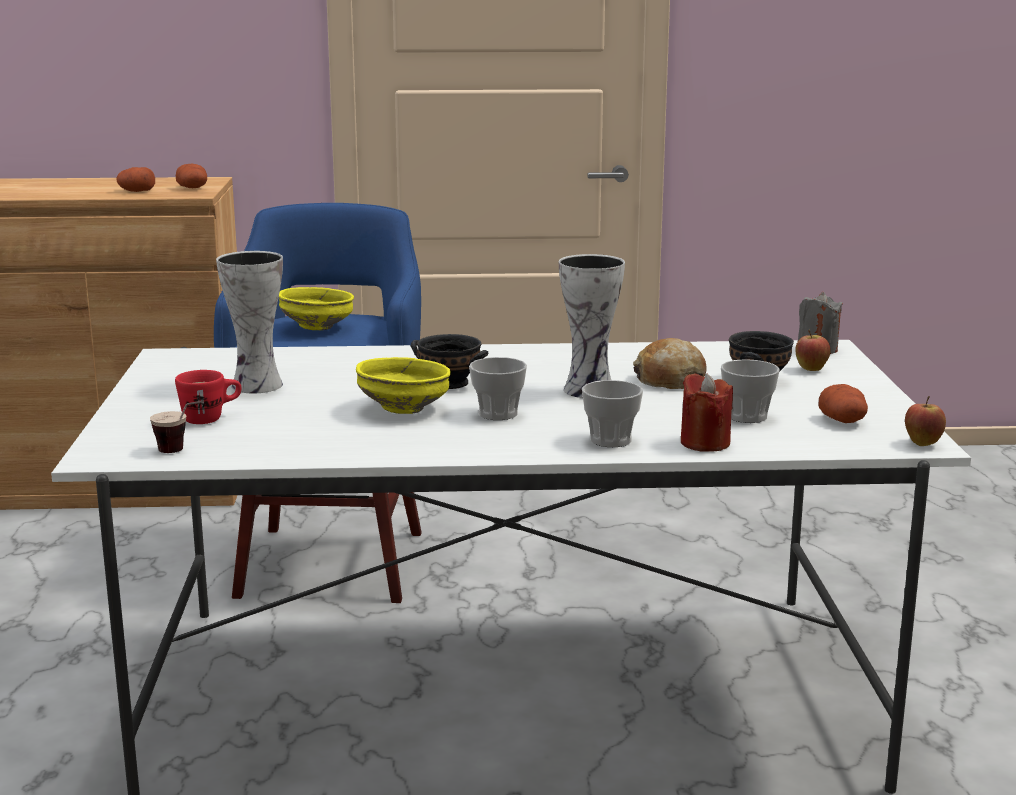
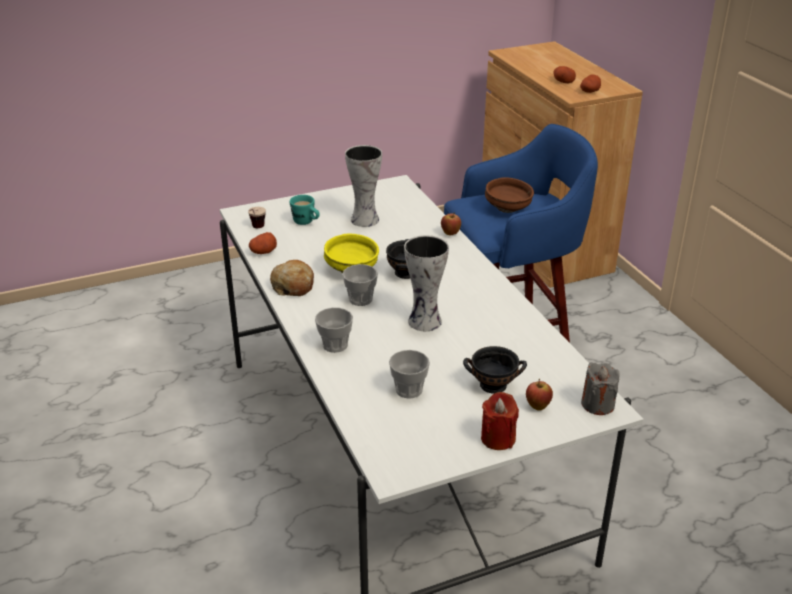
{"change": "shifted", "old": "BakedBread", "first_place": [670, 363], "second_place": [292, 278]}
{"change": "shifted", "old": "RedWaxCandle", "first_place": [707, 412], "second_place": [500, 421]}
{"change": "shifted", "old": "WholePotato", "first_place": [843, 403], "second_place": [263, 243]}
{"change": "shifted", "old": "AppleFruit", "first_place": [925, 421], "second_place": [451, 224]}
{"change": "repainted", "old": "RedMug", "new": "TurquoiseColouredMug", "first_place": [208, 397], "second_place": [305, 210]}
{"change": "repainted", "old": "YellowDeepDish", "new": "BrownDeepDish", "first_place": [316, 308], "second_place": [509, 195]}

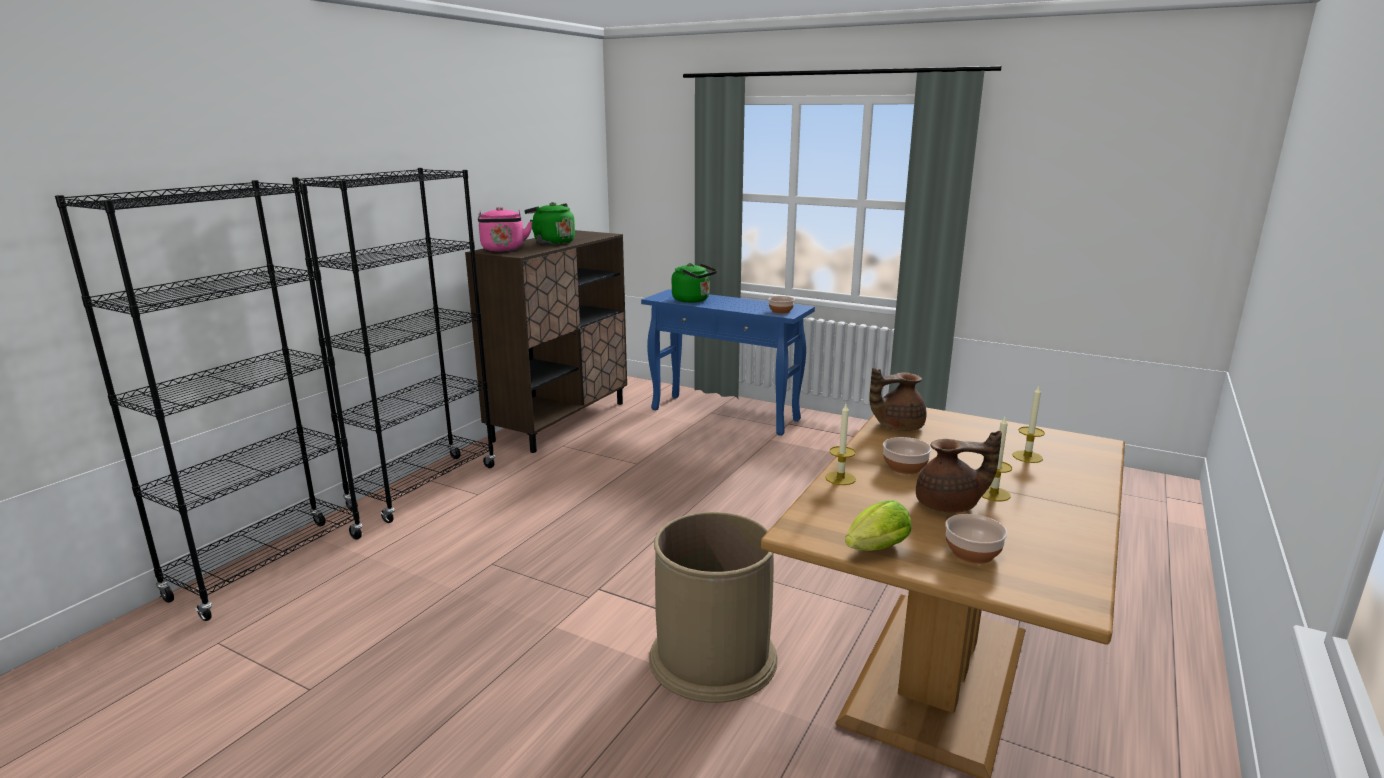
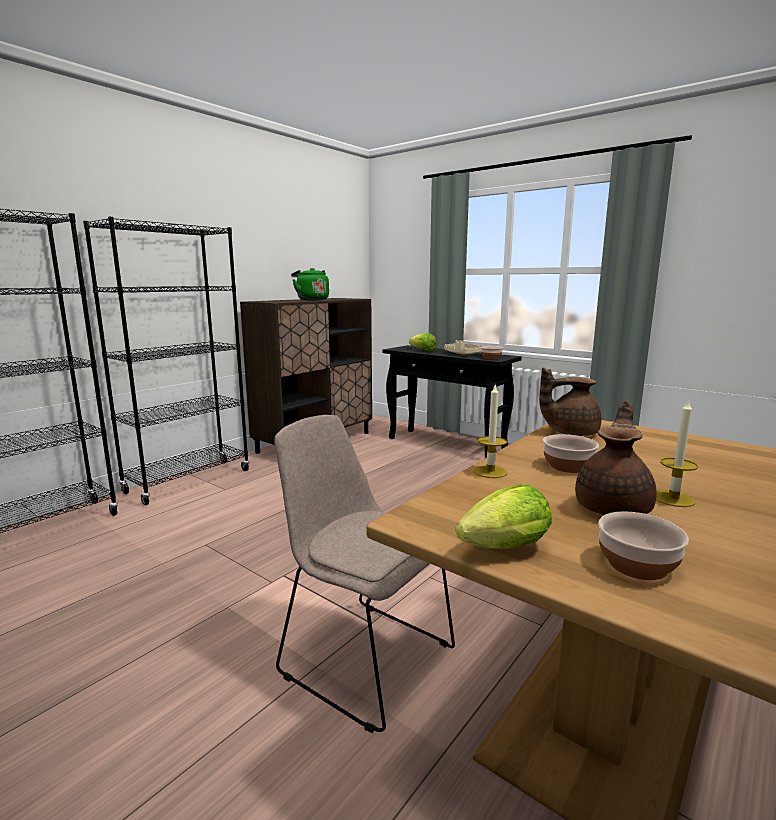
{"change": "gone", "old": "PinkishKettle", "first_place": [505, 229]}
{"change": "gone", "old": "WaxCandle", "first_place": [1028, 424]}
{"change": "new", "new": "SandColouredTray", "second_place": [463, 347]}
{"change": "swapped", "old": "BrownTrashCan", "new": "SandColouredPlainChair", "first_place": [713, 607], "second_place": [364, 574]}
{"change": "swapped", "old": "GreenKettle", "new": "LettuceHead", "first_place": [694, 283], "second_place": [423, 342]}
{"change": "repainted", "old": "BlueConsoleTable", "new": "BlackishConsoleTable", "first_place": [728, 362], "second_place": [452, 401]}
{"change": "rotated", "old": "BrownPotForTea", "first_place": [959, 472], "second_place": [616, 457], "degrees": -75}

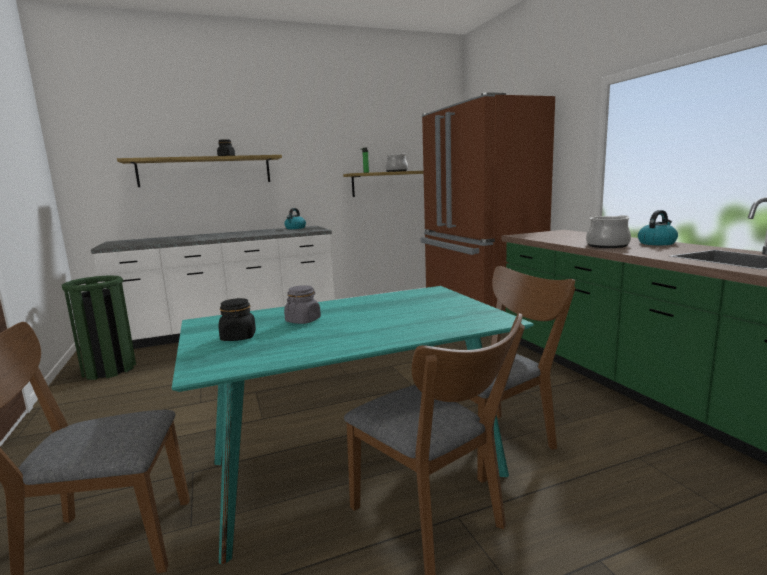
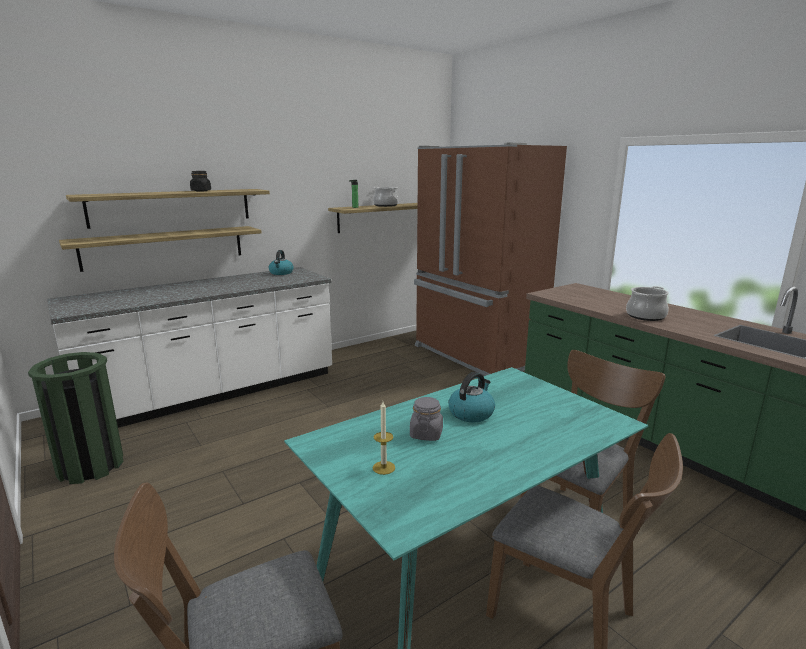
{"change": "new", "new": "Shelf", "second_place": [160, 249]}
{"change": "shifted", "old": "Kettle", "first_place": [658, 227], "second_place": [471, 397]}
{"change": "swapped", "old": "BlackishPreserveJar", "new": "WaxCandle", "first_place": [237, 319], "second_place": [383, 438]}

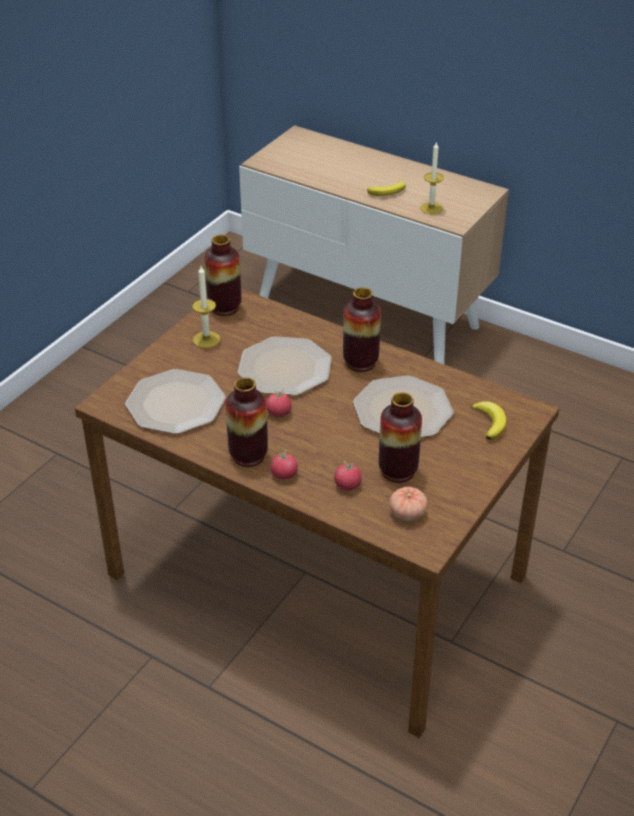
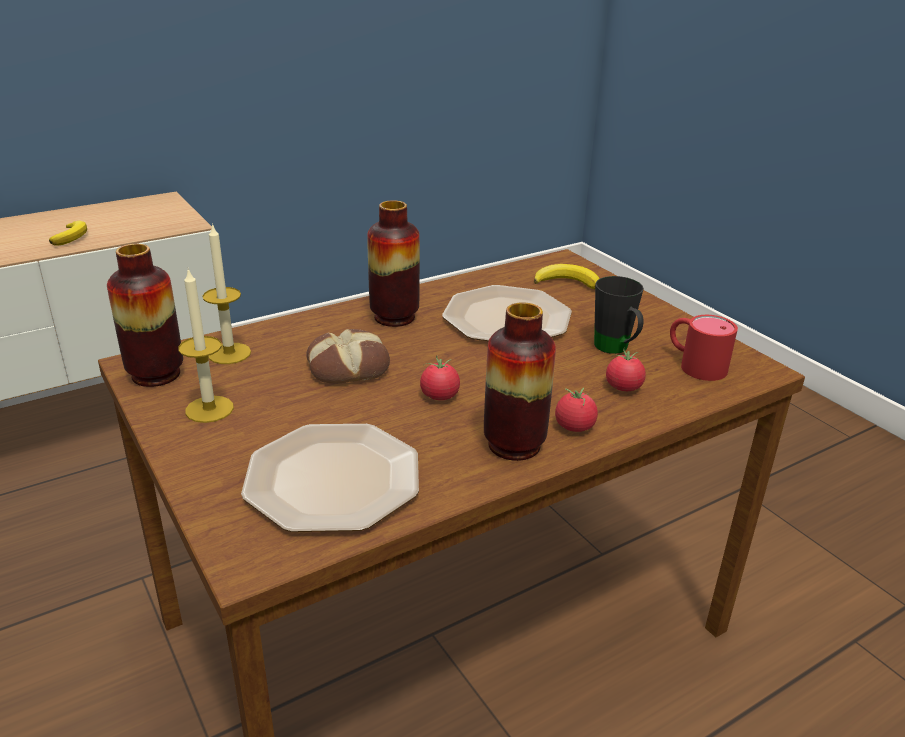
{"change": "shifted", "old": "WaxCandle", "first_place": [432, 177], "second_place": [226, 293]}
{"change": "swapped", "old": "Plate", "new": "BakedBread", "first_place": [285, 365], "second_place": [348, 356]}
{"change": "swapped", "old": "Vase", "new": "BlackishMug", "first_place": [400, 437], "second_place": [619, 315]}
{"change": "swapped", "old": "FreshTomato", "new": "RedMug", "first_place": [408, 504], "second_place": [704, 348]}

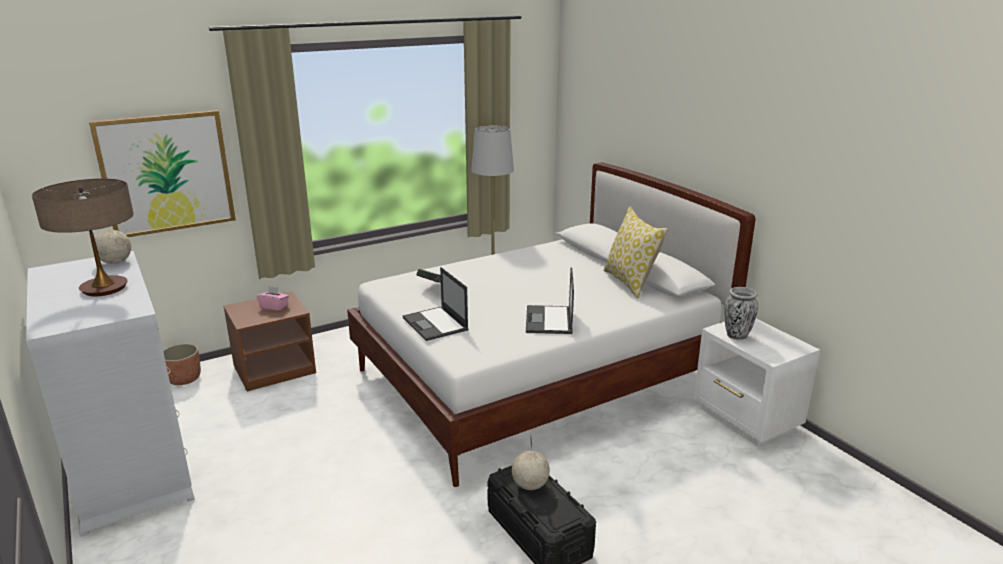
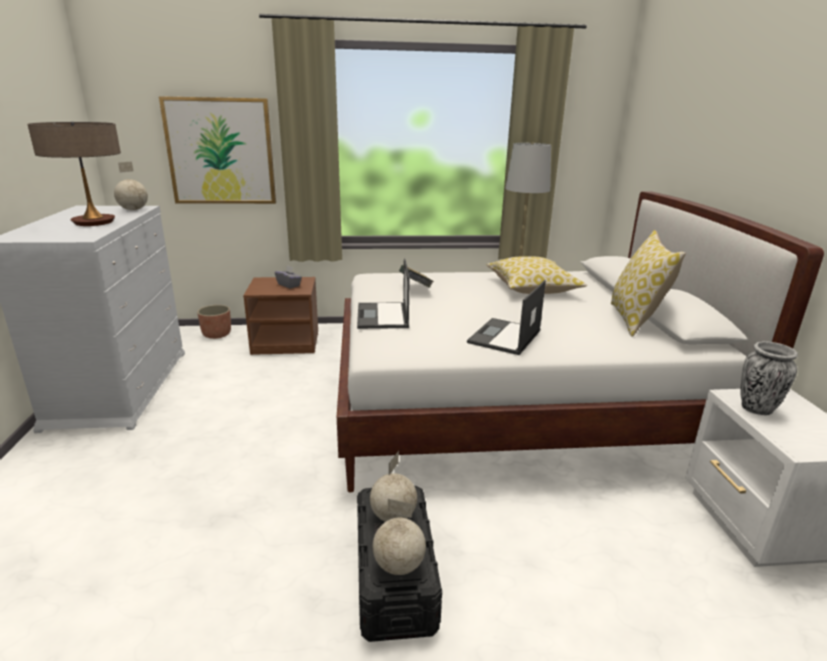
{"change": "new", "new": "WorldGlobe", "second_place": [399, 537]}
{"change": "new", "new": "ThrowPillow", "second_place": [536, 275]}
{"change": "repainted", "old": "PinkishTissueBox", "new": "GrayTissueBox", "first_place": [272, 298], "second_place": [288, 277]}

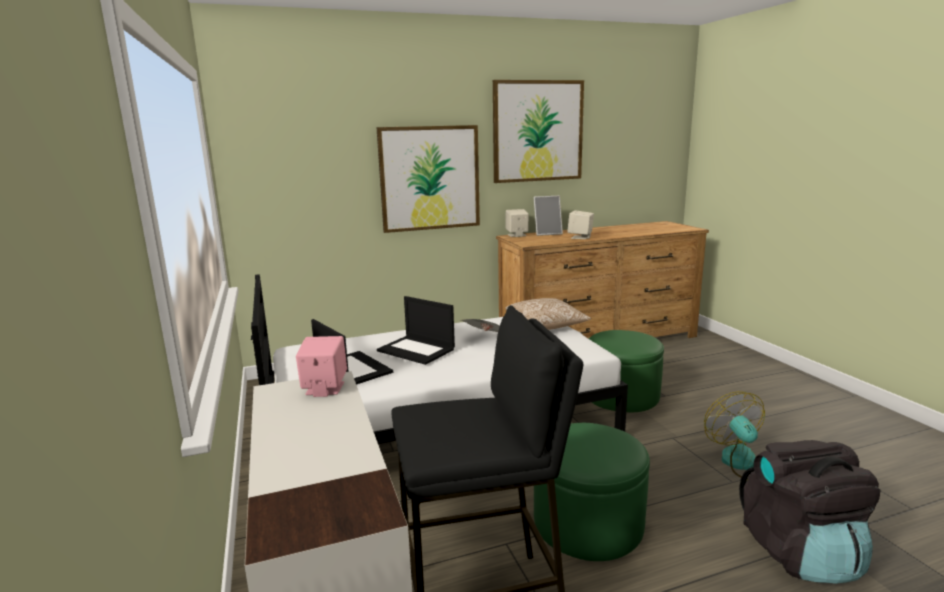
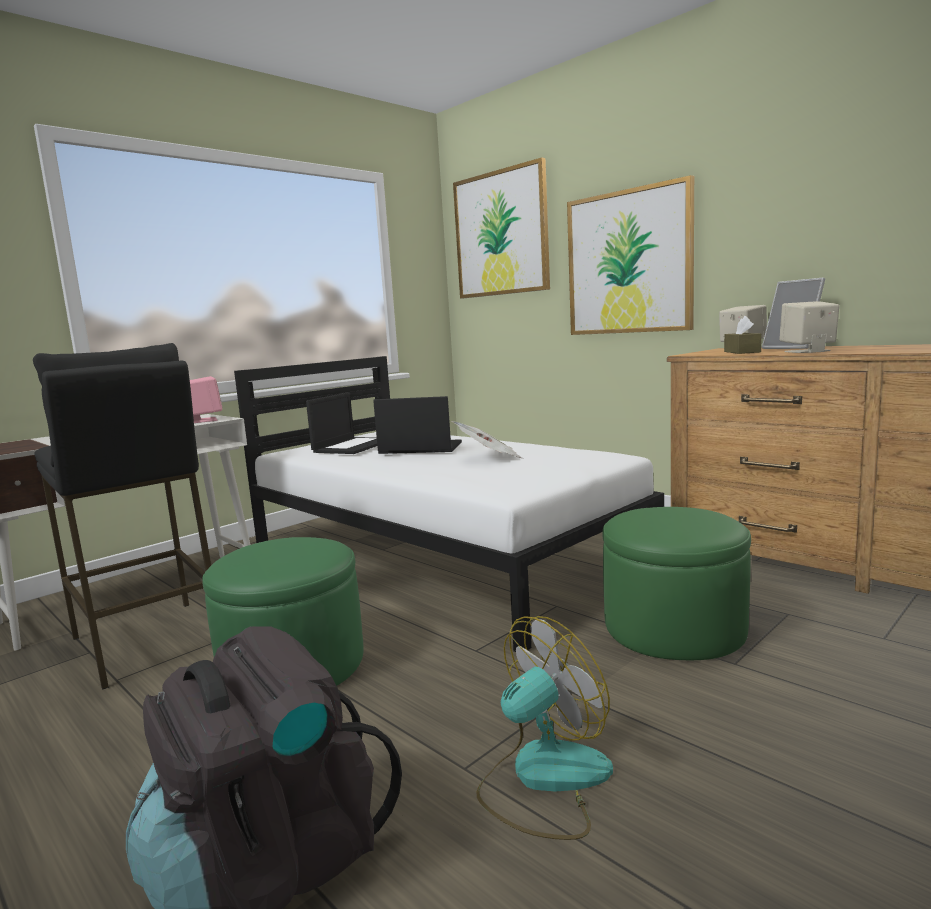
{"change": "gone", "old": "ThrowPillow", "first_place": [548, 314]}
{"change": "new", "new": "BrownTissueBox", "second_place": [743, 335]}
{"change": "shifted", "old": "WallArt", "first_place": [538, 131], "second_place": [501, 228]}
{"change": "rotated", "old": "NotebookComputer", "first_place": [416, 330], "second_place": [417, 425], "degrees": 90}

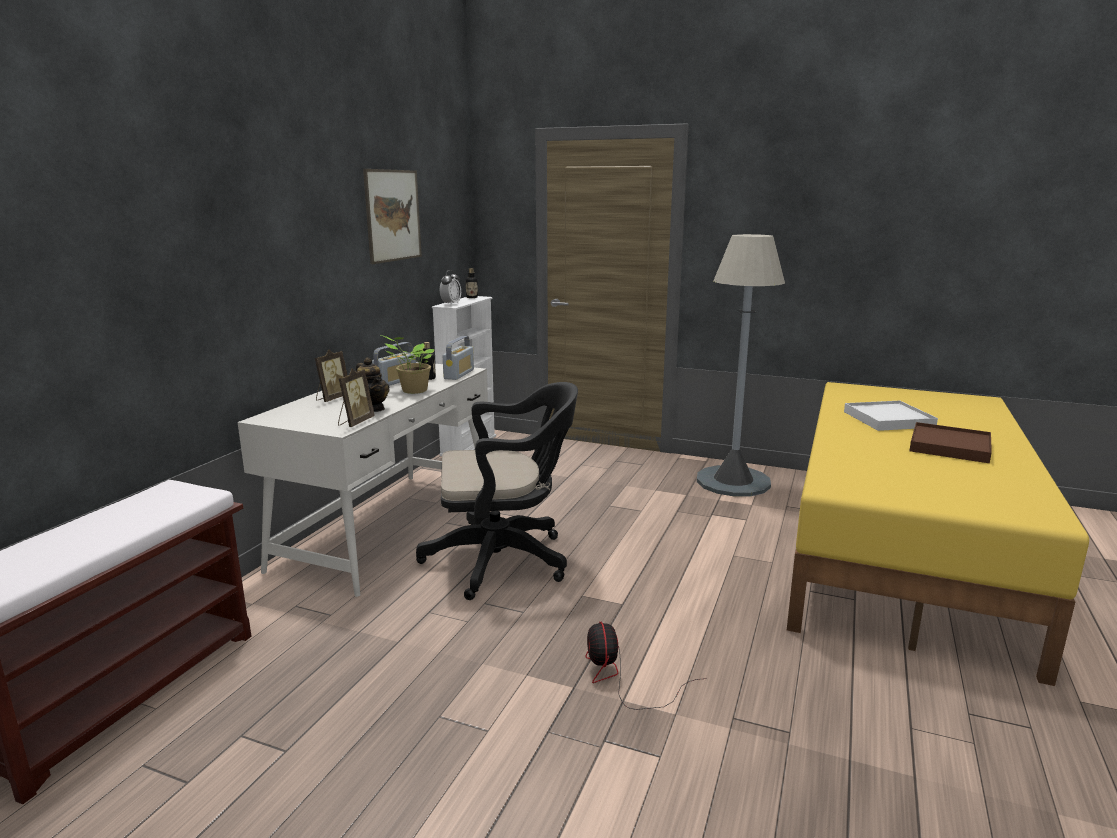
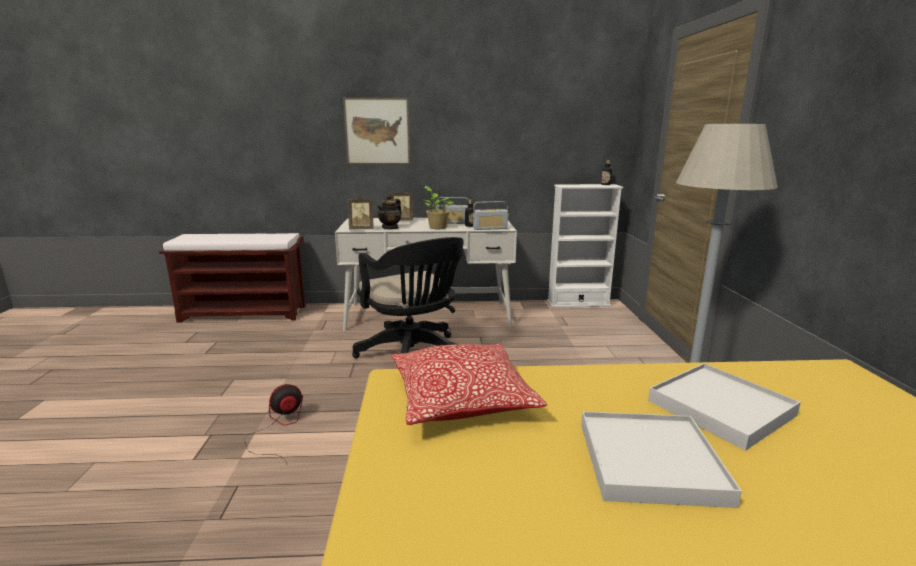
{"change": "gone", "old": "BedsideClock", "first_place": [450, 287]}
{"change": "new", "new": "ThrowPillow", "second_place": [469, 384]}
{"change": "shifted", "old": "WallArt", "first_place": [392, 216], "second_place": [376, 131]}
{"change": "repainted", "old": "BrownTray", "new": "WhitishTray", "first_place": [950, 442], "second_place": [661, 459]}

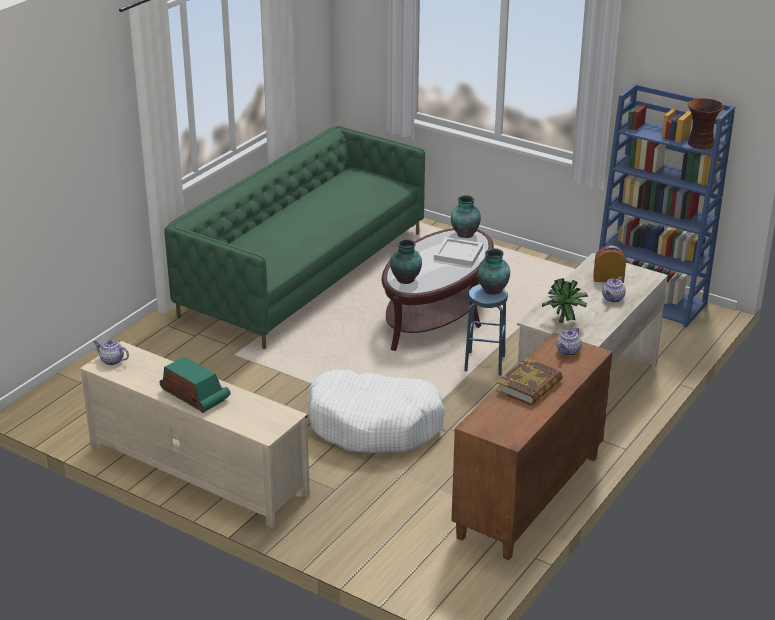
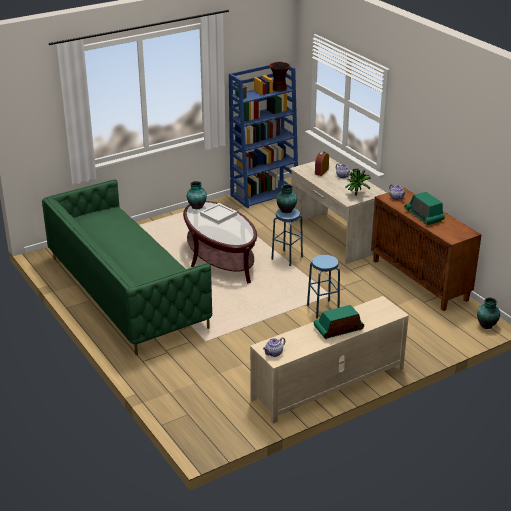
{"change": "shifted", "old": "Vase", "first_place": [406, 261], "second_place": [488, 313]}
{"change": "swapped", "old": "WhitishDogBed", "new": "BlueSittingStool", "first_place": [376, 411], "second_place": [323, 286]}
{"change": "swapped", "old": "Book", "new": "RadioReceiver", "first_place": [530, 382], "second_place": [424, 208]}

